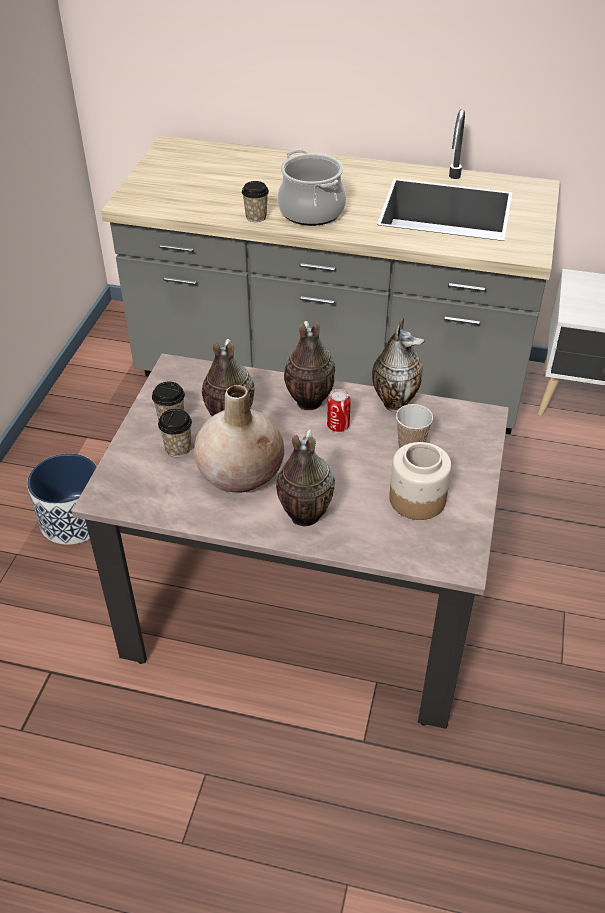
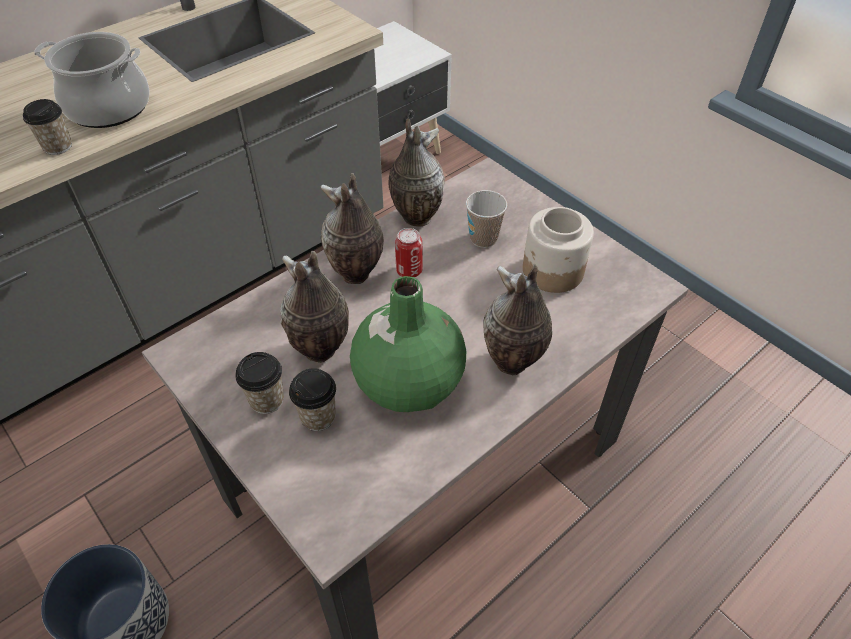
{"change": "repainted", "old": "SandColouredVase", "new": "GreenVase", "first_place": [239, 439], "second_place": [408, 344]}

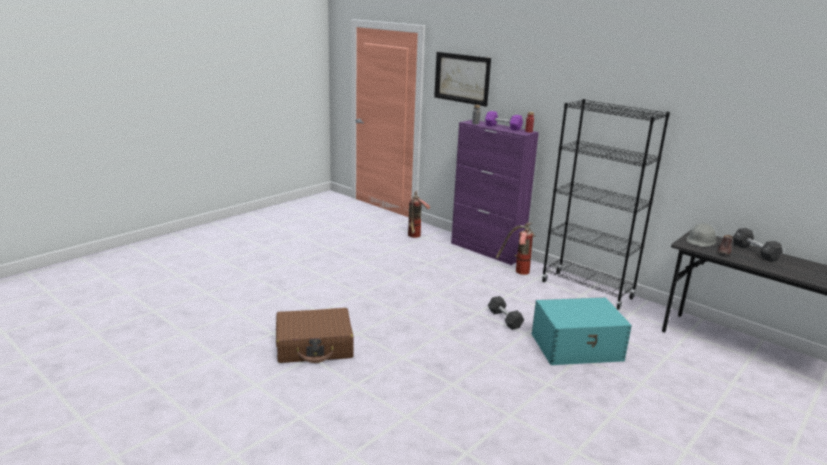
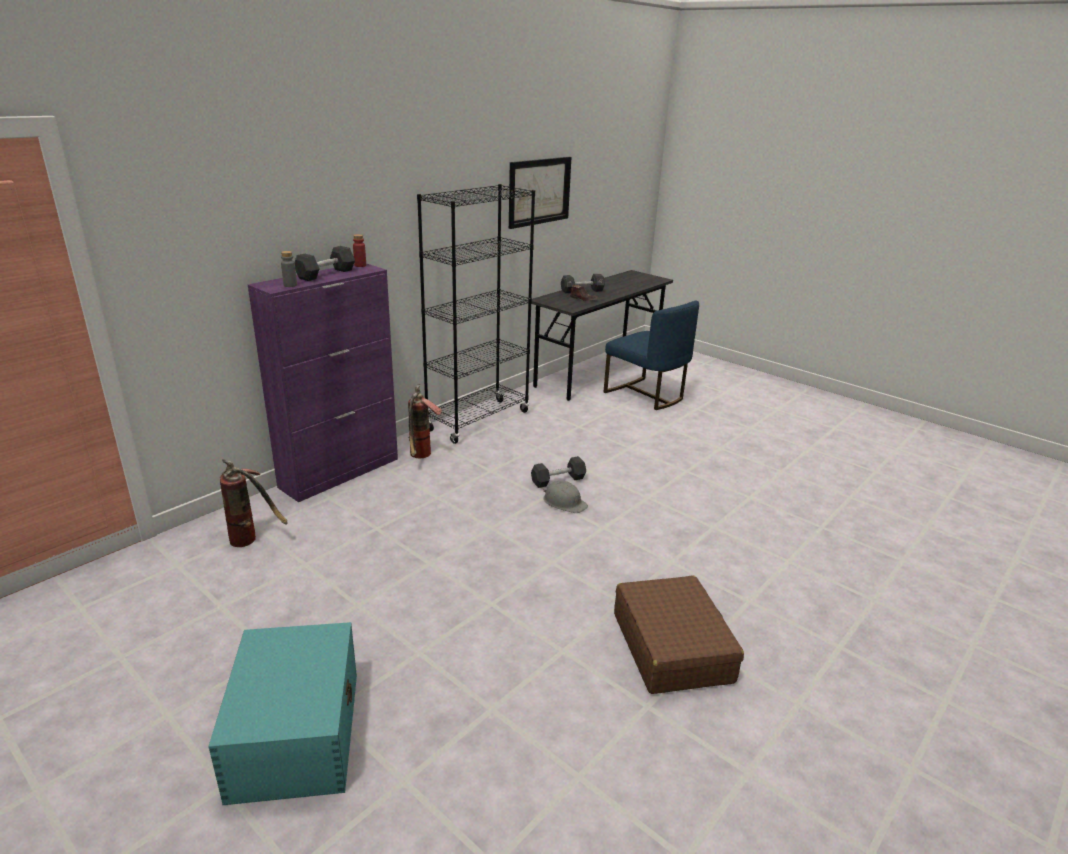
{"change": "new", "new": "BluePlainChair", "second_place": [651, 355]}
{"change": "shifted", "old": "WallArt", "first_place": [462, 79], "second_place": [540, 193]}
{"change": "shifted", "old": "TurquoiseColouredStorageBin", "first_place": [582, 331], "second_place": [282, 713]}
{"change": "shifted", "old": "GrayWorkHelmet", "first_place": [701, 235], "second_place": [565, 496]}
{"change": "repainted", "old": "PurpleFreeWeight", "new": "BlackishFreeWeight", "first_place": [504, 121], "second_place": [325, 263]}

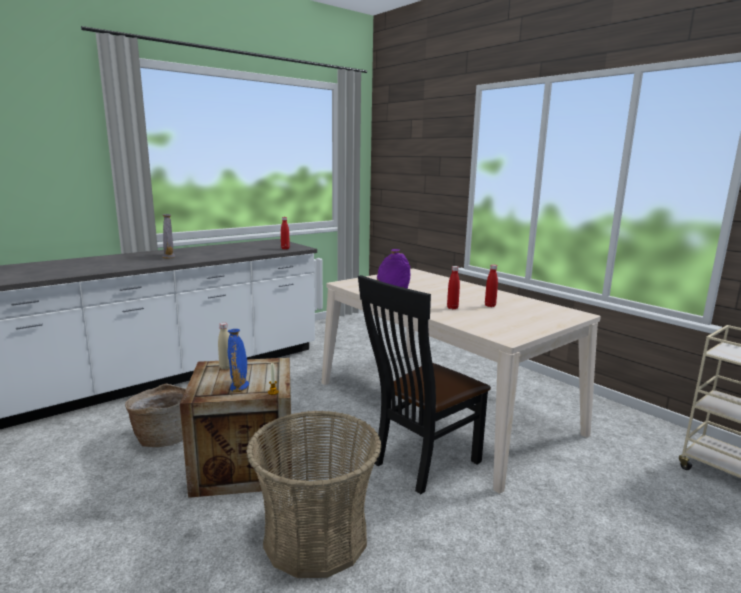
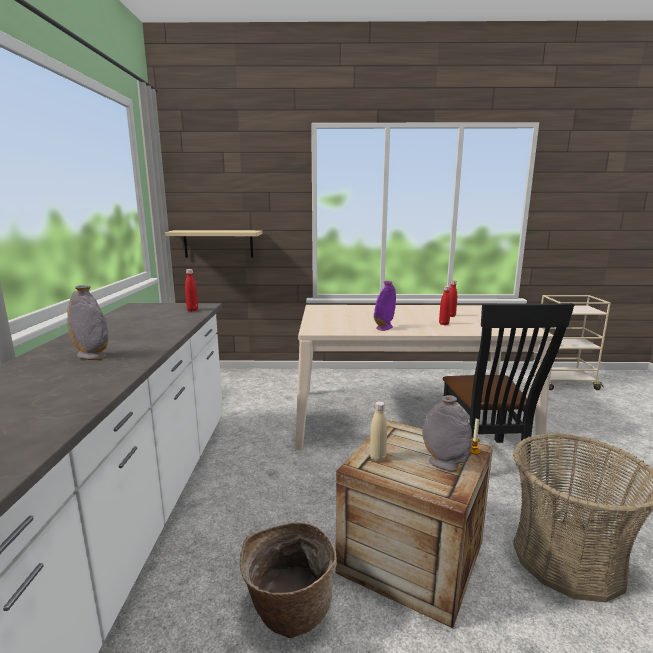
{"change": "new", "new": "SandColouredShelf", "second_place": [213, 244]}
{"change": "repainted", "old": "BlueVase", "new": "GrayVase", "first_place": [238, 360], "second_place": [447, 433]}

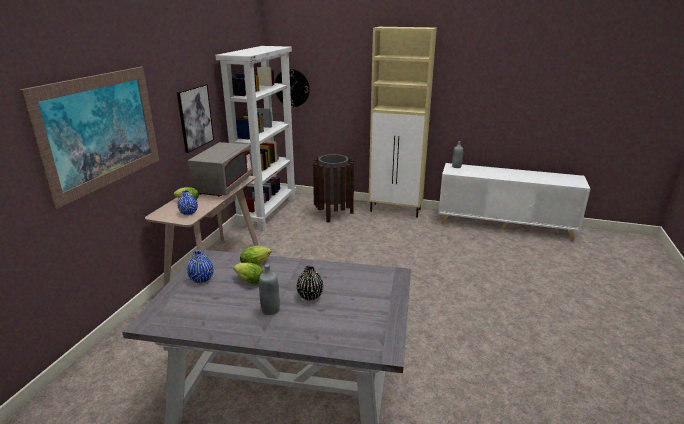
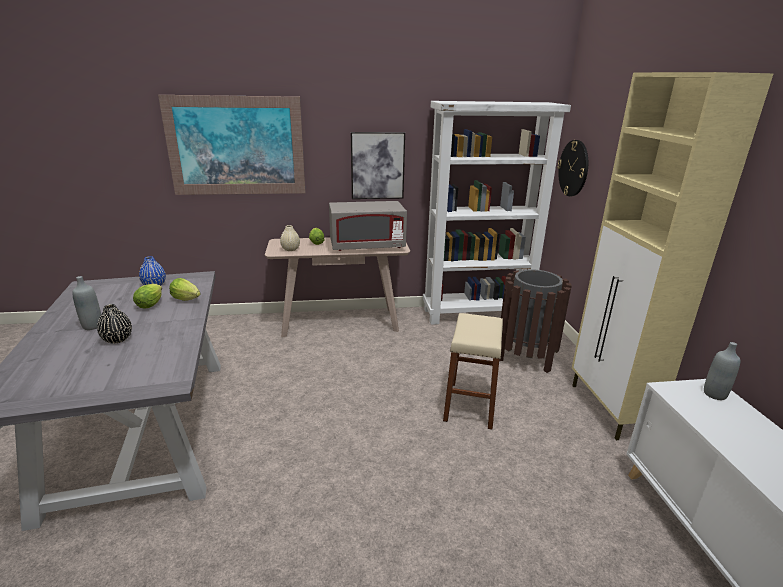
{"change": "new", "new": "SandColouredSittingStool", "second_place": [473, 371]}
{"change": "repainted", "old": "BlueVase", "new": "SandColouredVase", "first_place": [188, 202], "second_place": [290, 238]}

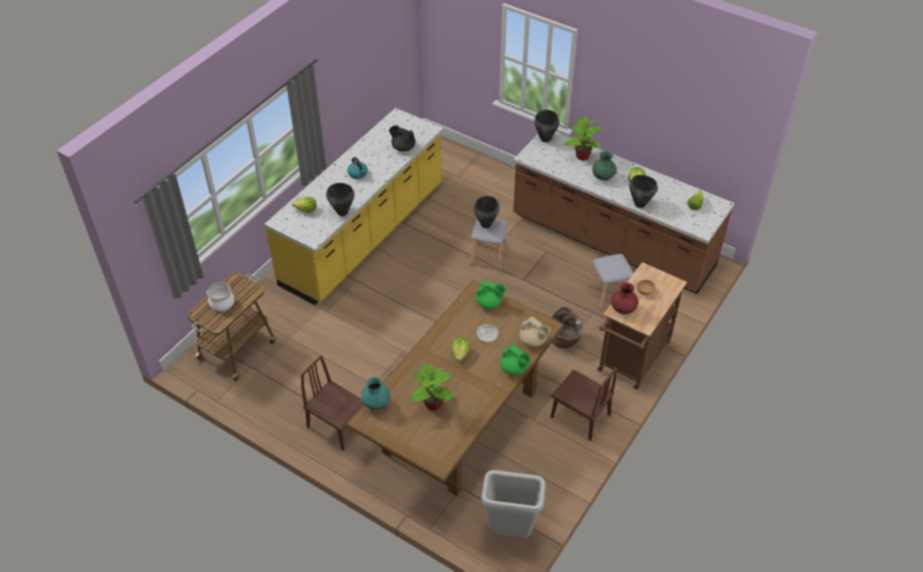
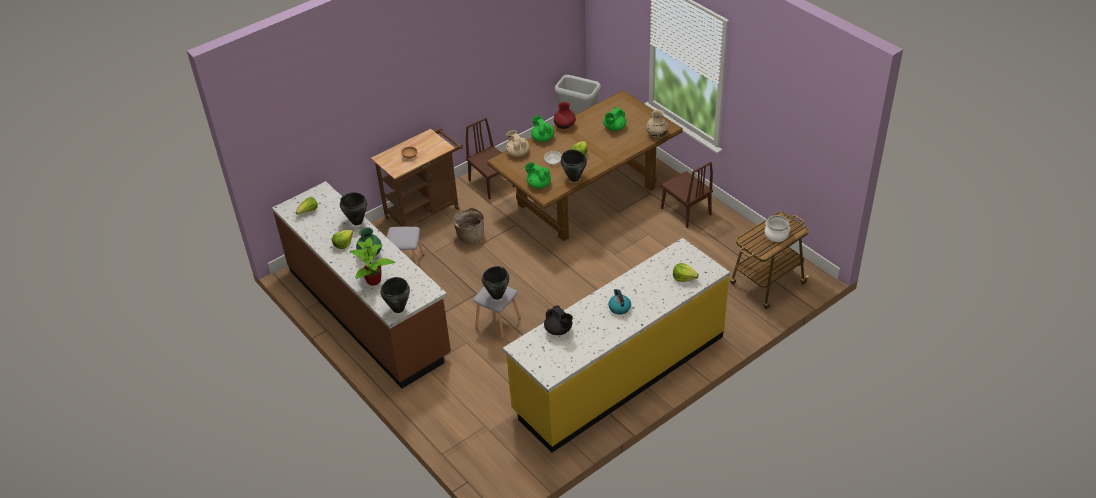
{"change": "shifted", "old": "BlackishSaucepot", "first_place": [340, 199], "second_place": [574, 166]}
{"change": "shifted", "old": "RedVase", "first_place": [624, 298], "second_place": [565, 115]}
{"change": "swapped", "old": "PottedPlant", "new": "GreenPotForTea", "first_place": [432, 387], "second_place": [614, 119]}
{"change": "repainted", "old": "TurquoiseColouredVase", "new": "SandColouredVase", "first_place": [375, 393], "second_place": [657, 124]}

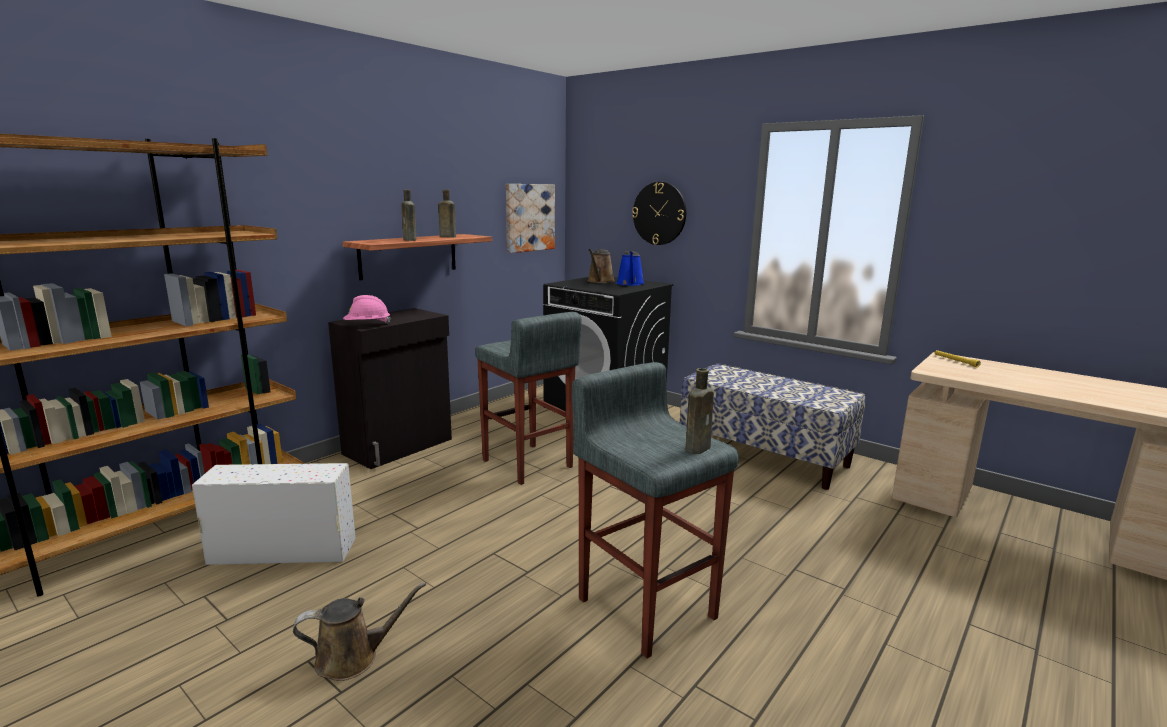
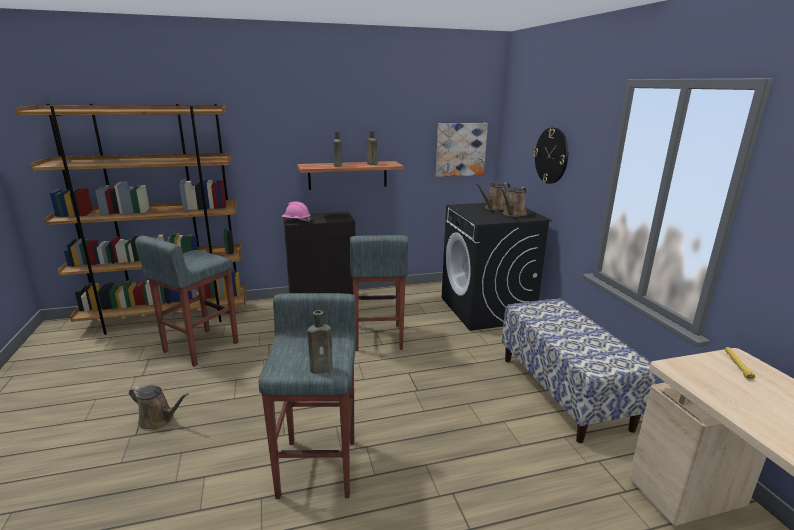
{"change": "swapped", "old": "WhitishStorageBin", "new": "GraySittingStool", "first_place": [274, 514], "second_place": [187, 301]}
{"change": "repainted", "old": "BlueWateringCan", "new": "BrownWateringCan", "first_place": [630, 268], "second_place": [513, 201]}

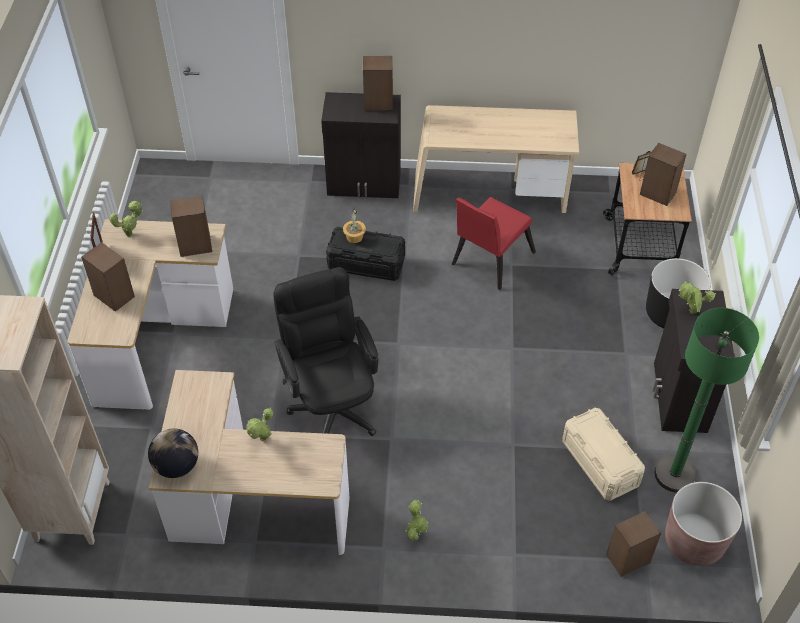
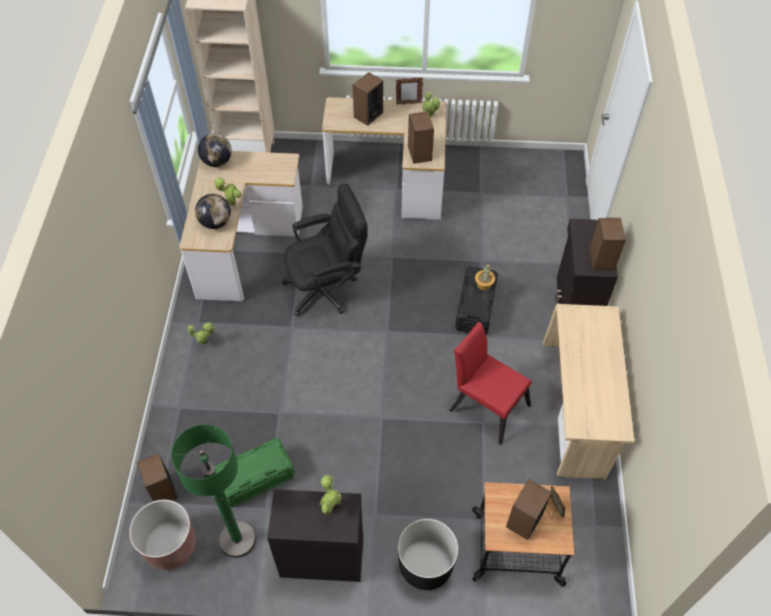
{"change": "new", "new": "WorldGlobe", "second_place": [213, 211]}
{"change": "repainted", "old": "SandColouredStorageBin", "new": "GreenStorageBin", "first_place": [603, 454], "second_place": [255, 472]}

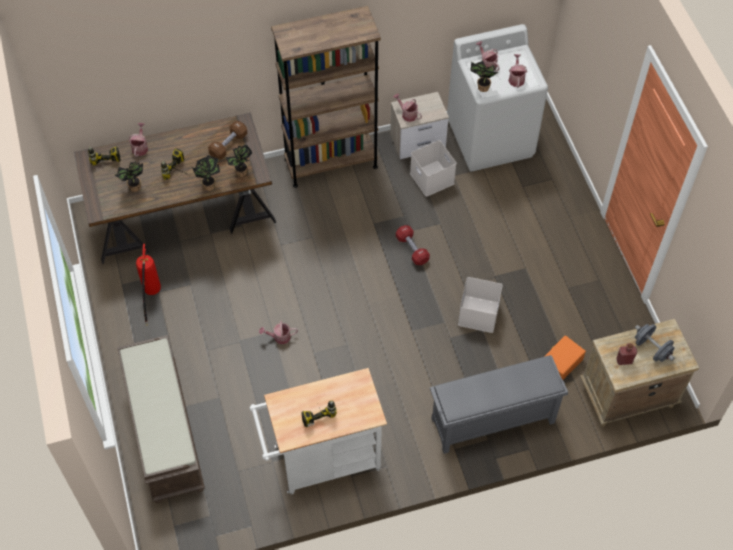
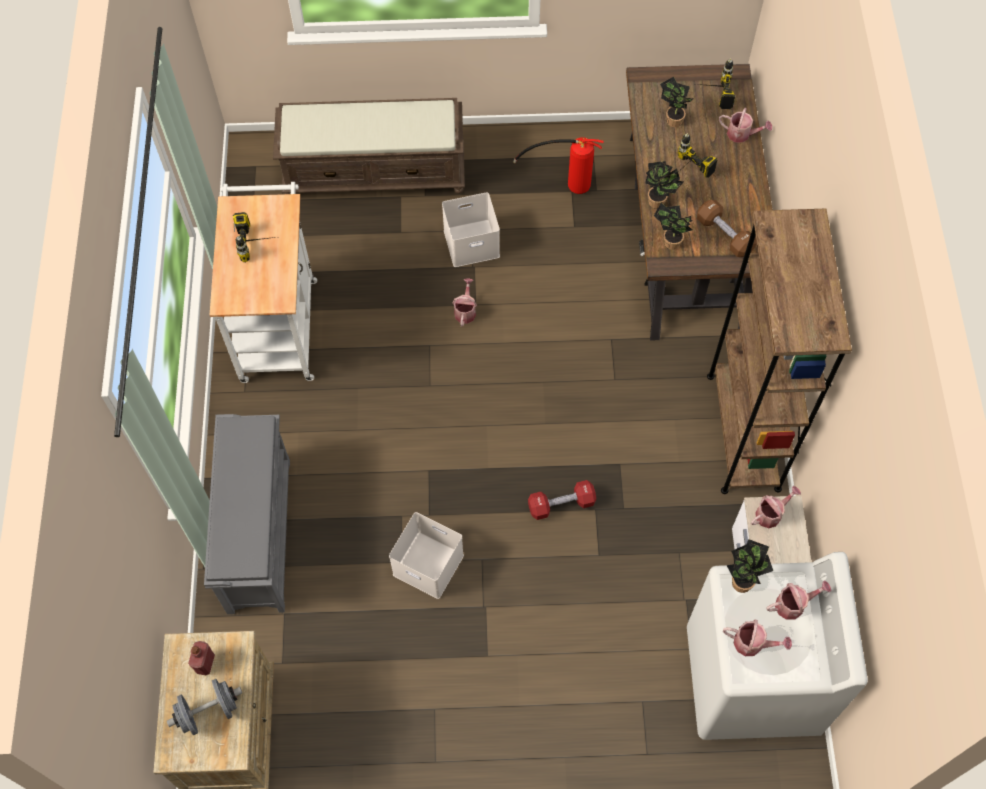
{"change": "gone", "old": "OrangeColouredStorageBin", "first_place": [565, 357]}
{"change": "shifted", "old": "WhitishStorageBin", "first_place": [433, 168], "second_place": [471, 229]}

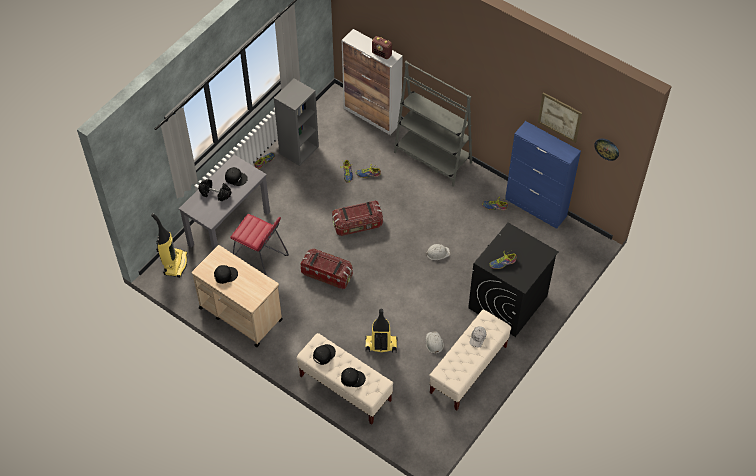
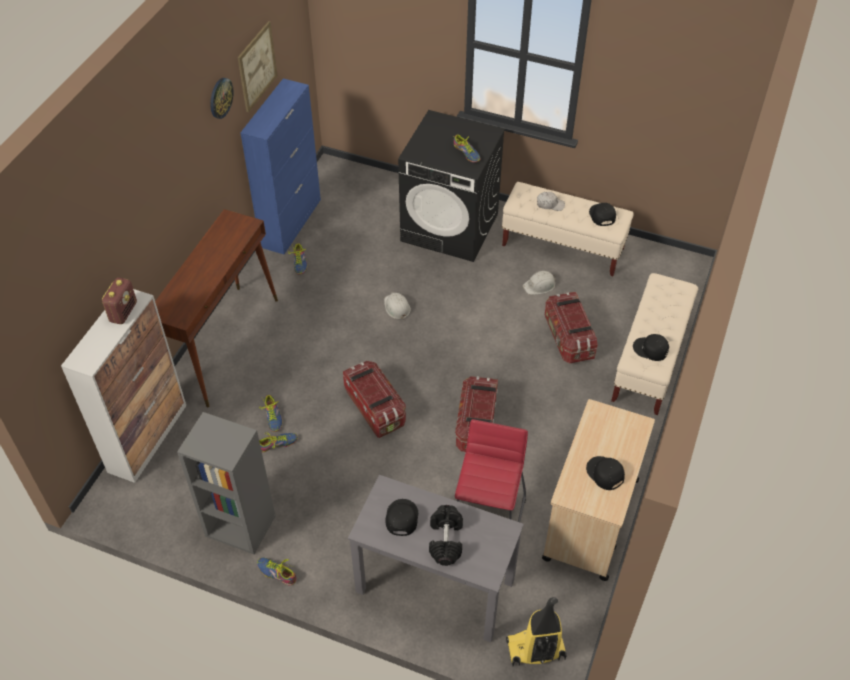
{"change": "shifted", "old": "BlackishCap", "first_place": [353, 377], "second_place": [602, 214]}
{"change": "shifted", "old": "WallClock", "first_place": [606, 149], "second_place": [221, 98]}
{"change": "swapped", "old": "Vacuum", "new": "StorageBin", "first_place": [381, 330], "second_place": [571, 327]}
{"change": "swapped", "old": "GrayShelvingUnit", "new": "BrownConsoleTable", "first_place": [433, 124], "second_place": [216, 308]}

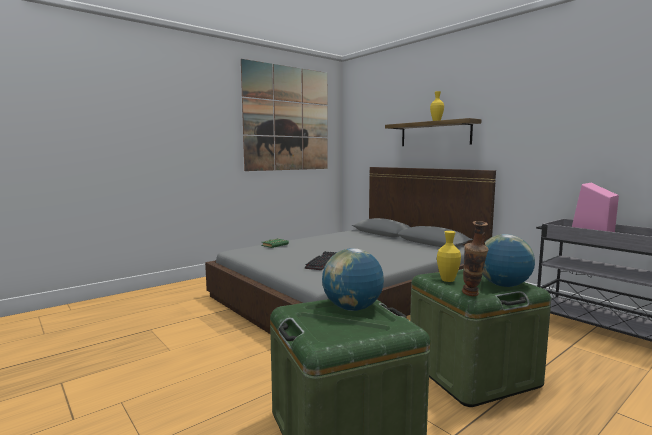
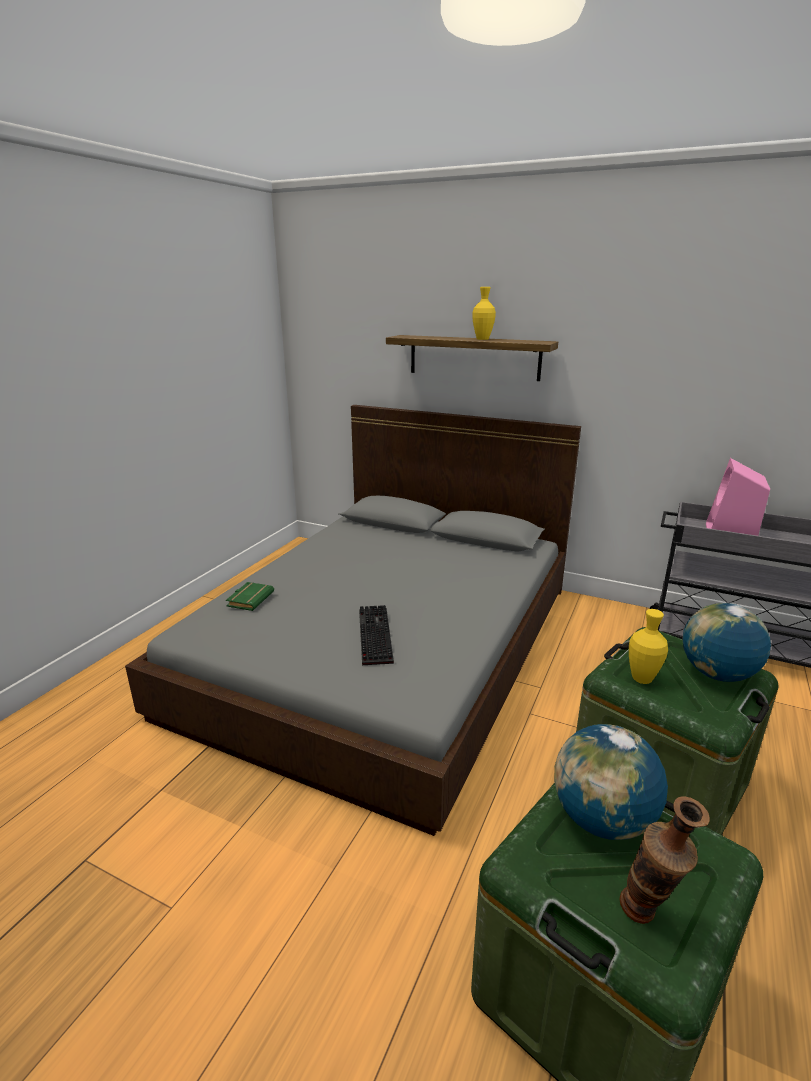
{"change": "gone", "old": "WallArt", "first_place": [284, 115]}
{"change": "shifted", "old": "Vase", "first_place": [475, 258], "second_place": [665, 860]}

